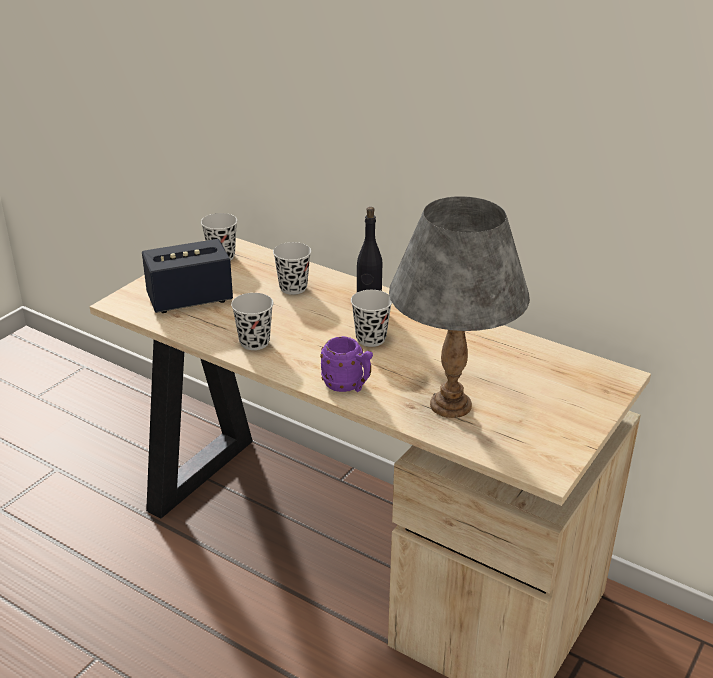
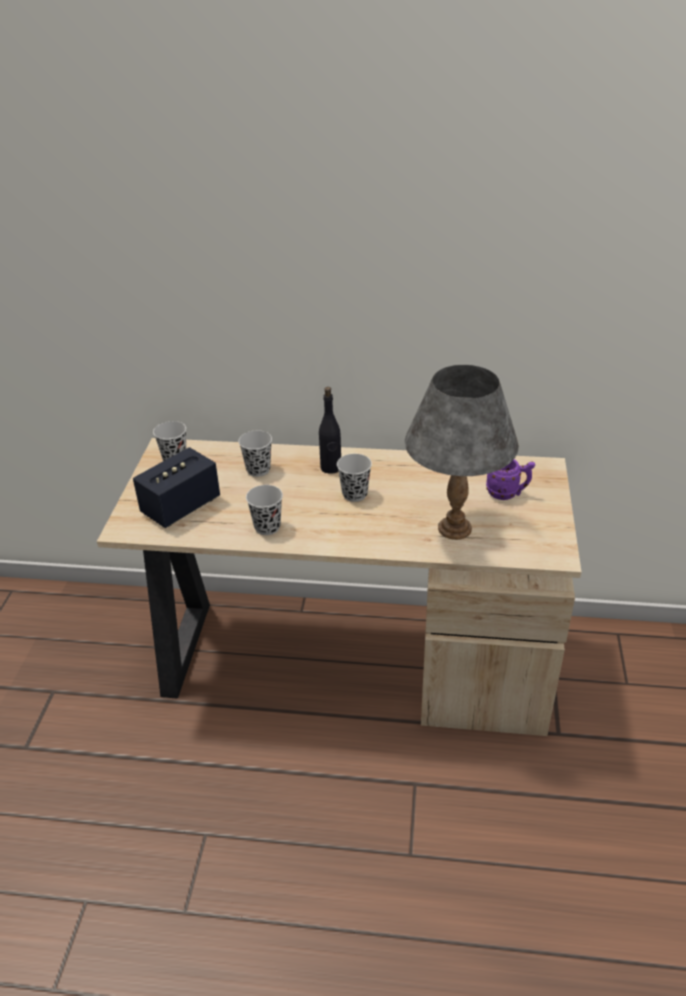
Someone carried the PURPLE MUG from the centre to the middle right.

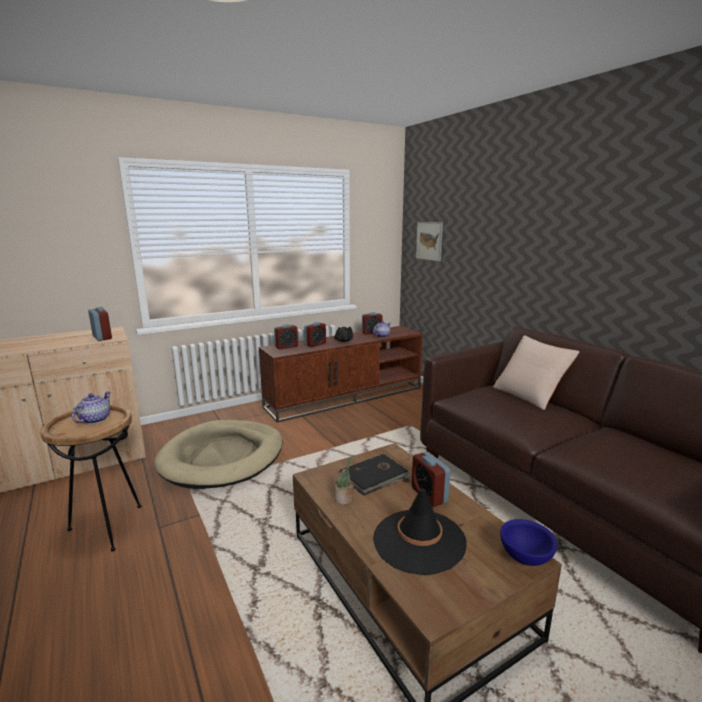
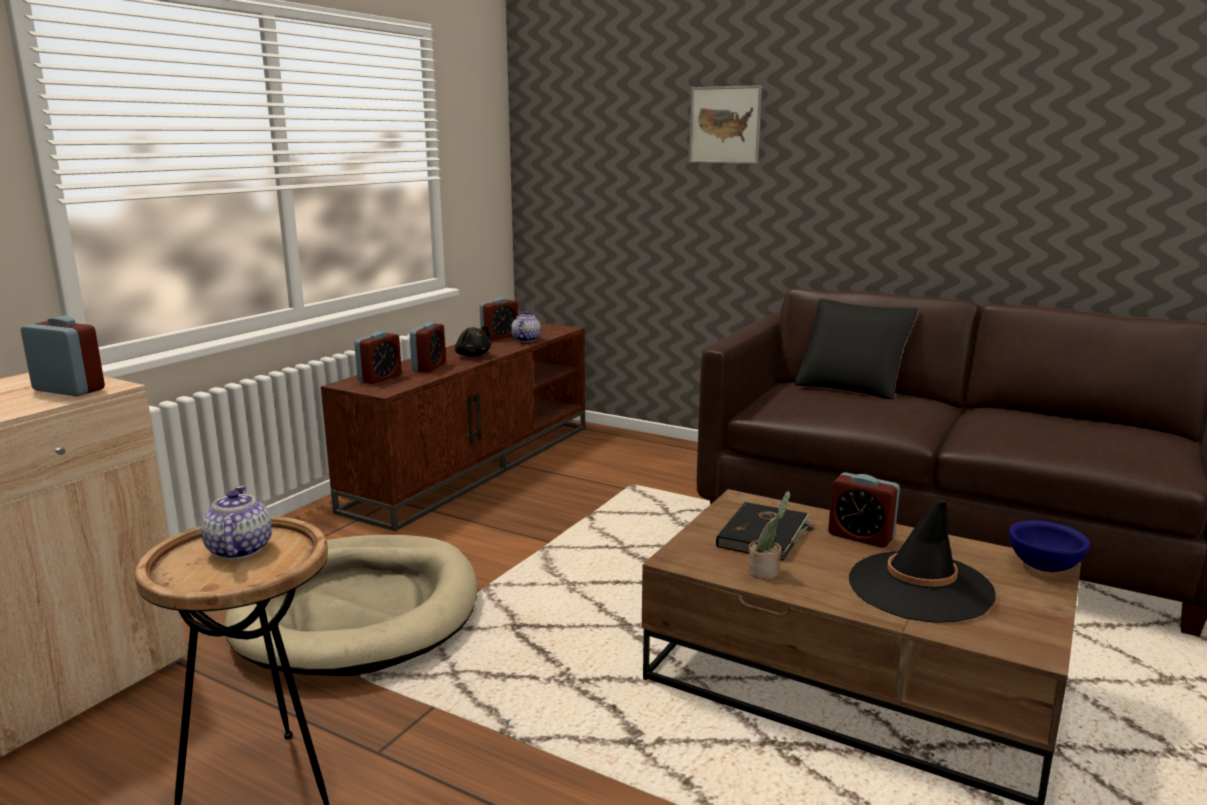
Someone carried the PICTURE from the centre to the top centre.
Someone repainted the BEIGE PILLOW at the middle right, which became the BLACK PILLOW at the middle right.

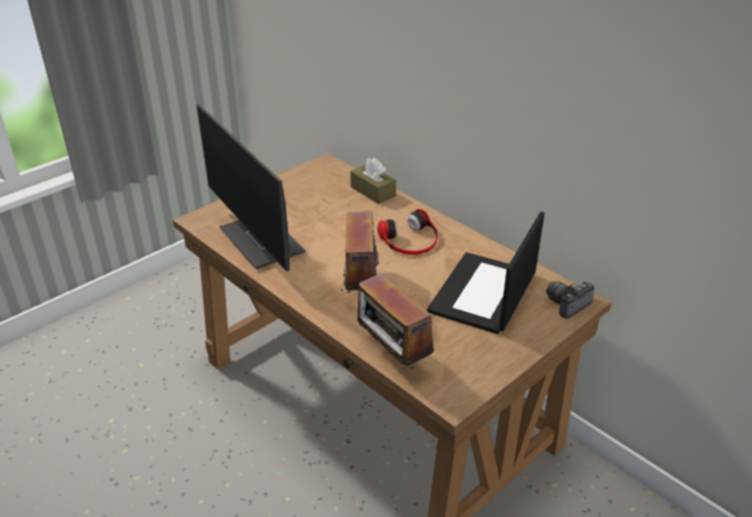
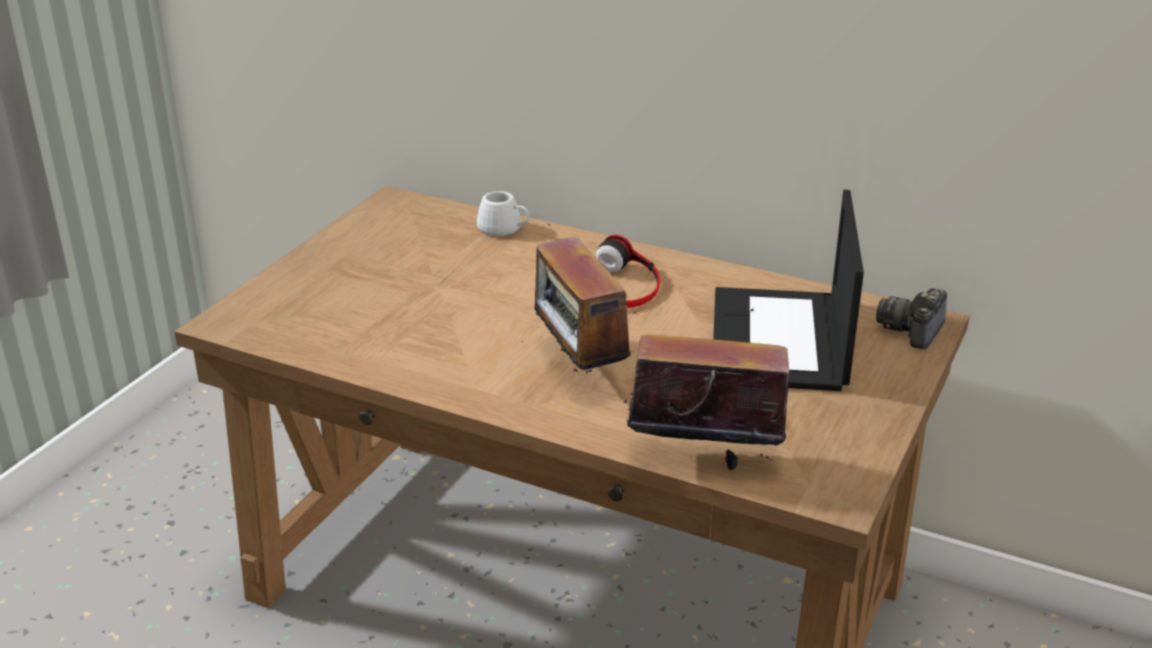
Someone swapped the BROWN TISSUE BOX at the centre for the WHITE MUG at the top centre.
Someone rotated the RADIO (2nd from left) at the centre by 150 degrees clockwise.
Someone took away the MONITOR at the centre.

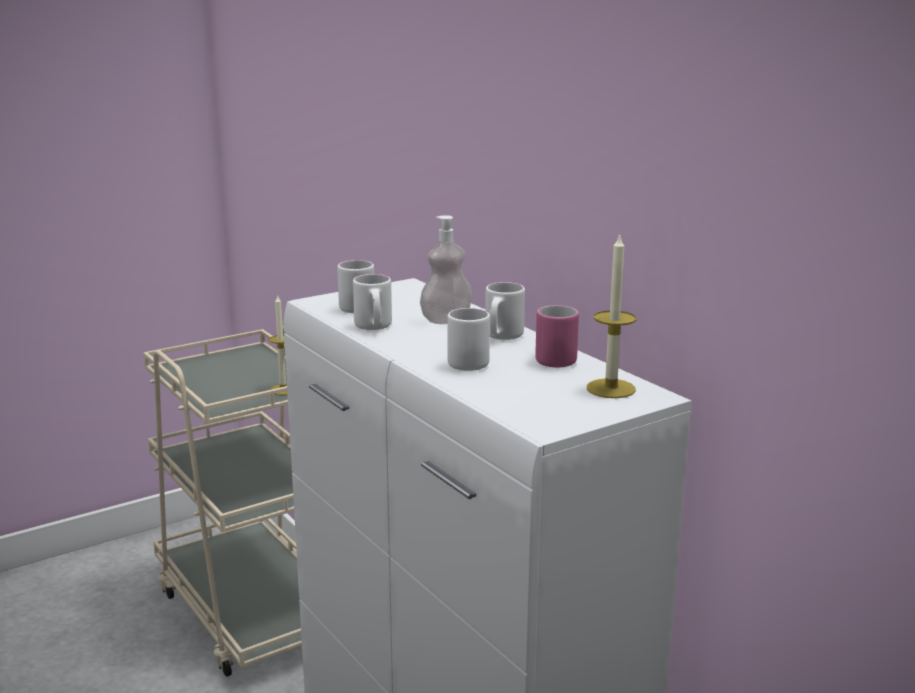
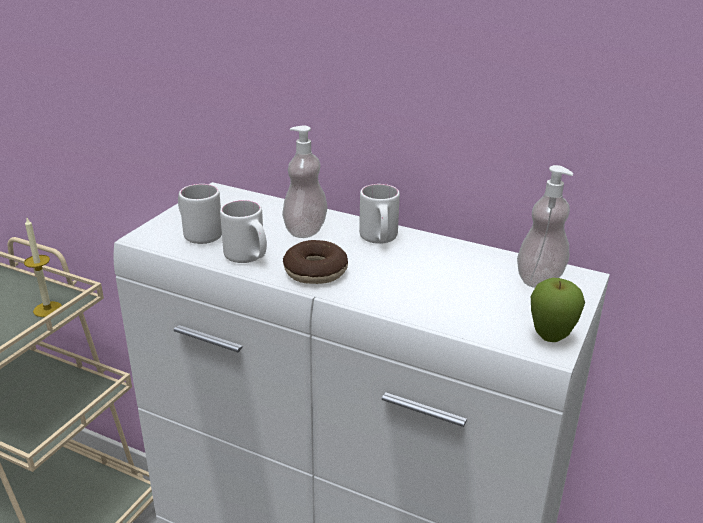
Someone put down the DONUT at the centre.
Someone swapped the CANDLE (2nd from left) at the middle right for the SOAP DISPENSER (2nd from left) at the middle right.
Someone put down the APPLE at the middle right.
Someone took away the WHITE MUG (3rd from left) at the centre.
Someone took away the PINK MUG at the centre.

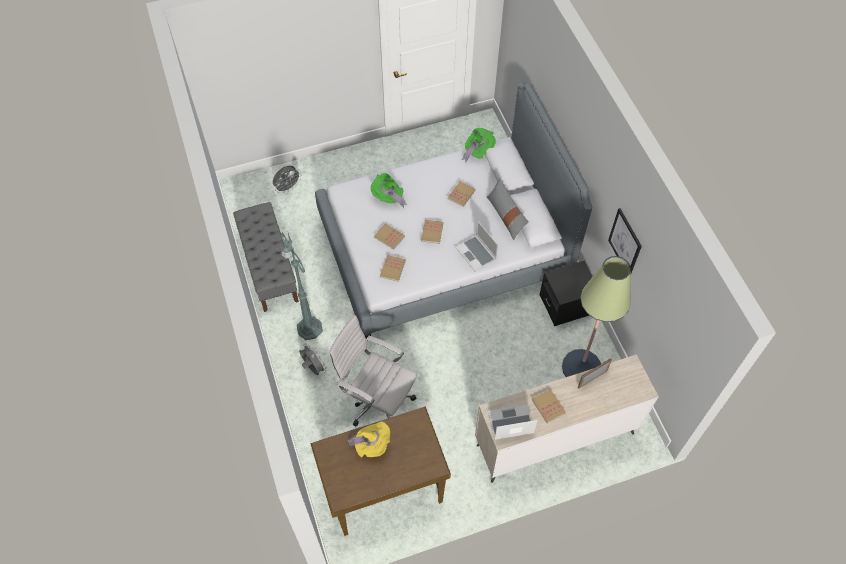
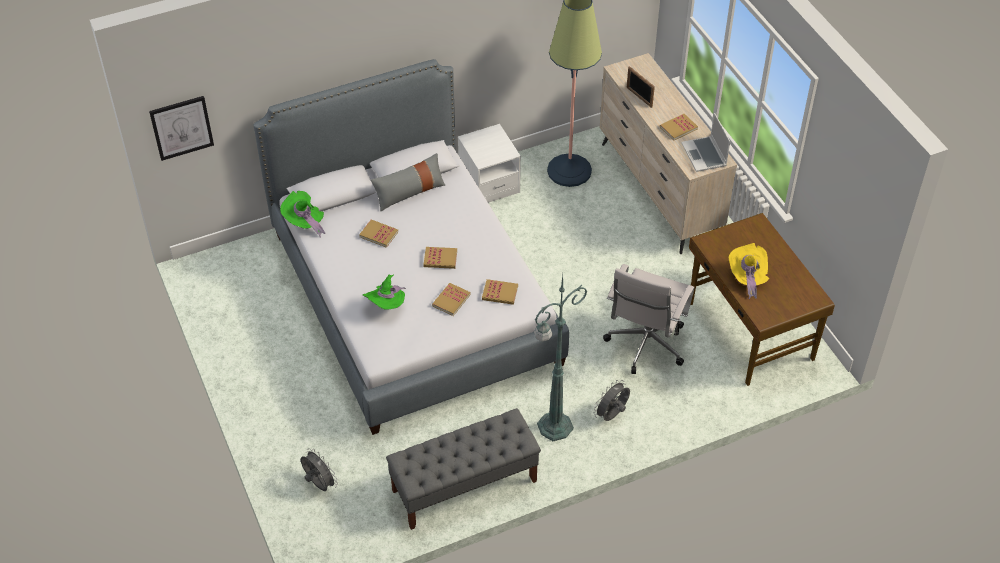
Someone carried the PICTURE from the middle right to the top left.
Someone repainted the BLACK NIGHTSTAND at the middle right, which became the WHITE NIGHTSTAND at the top centre.
Someone took away the LAPTOP (1st from left) at the centre.

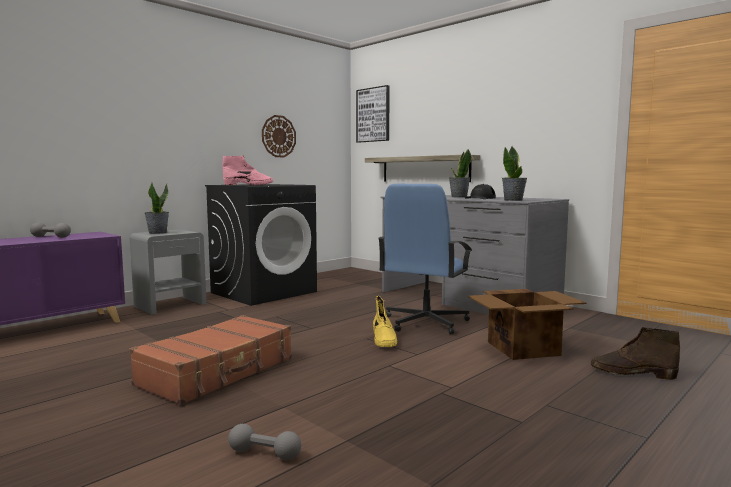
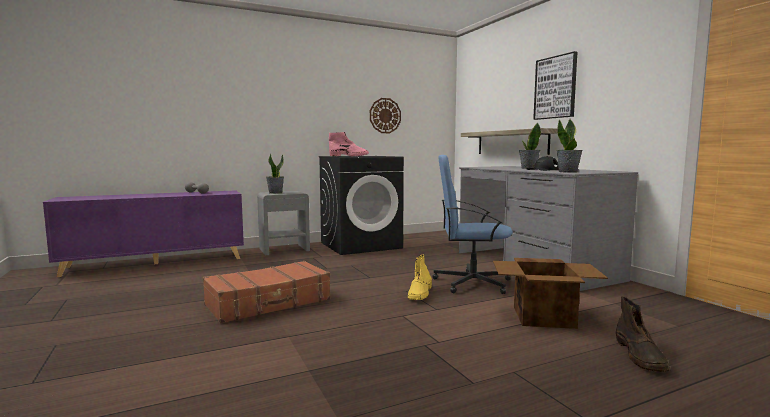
Someone rotated the BLUE OFFICE CHAIR at the centre by 45 degrees clockwise.
Someone carried the PICTURE from the top centre to the top right.
Someone rotated the BROWN BOOT at the bottom right by 120 degrees counterclockwise.
Someone took away the GREY DUMBBELL (2nd from left) at the bottom centre.

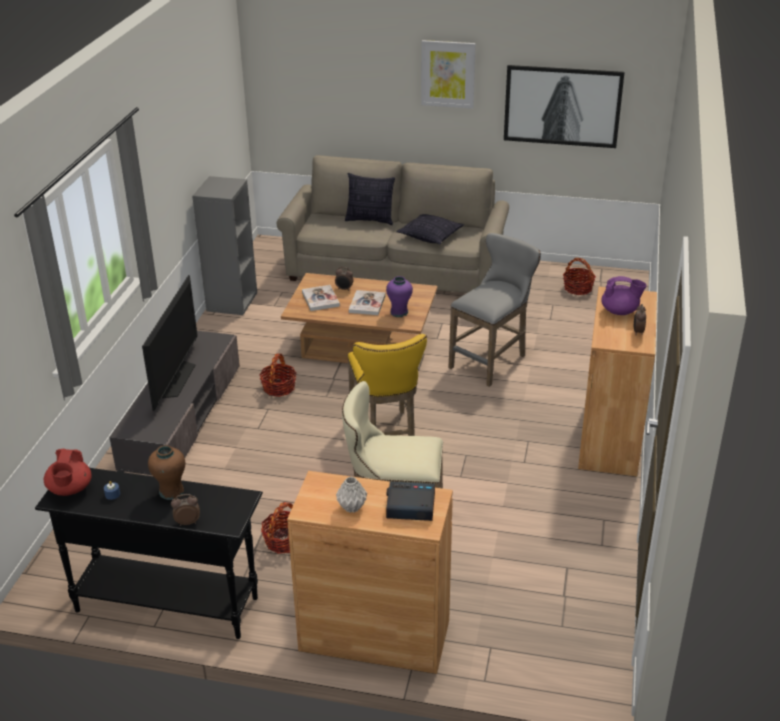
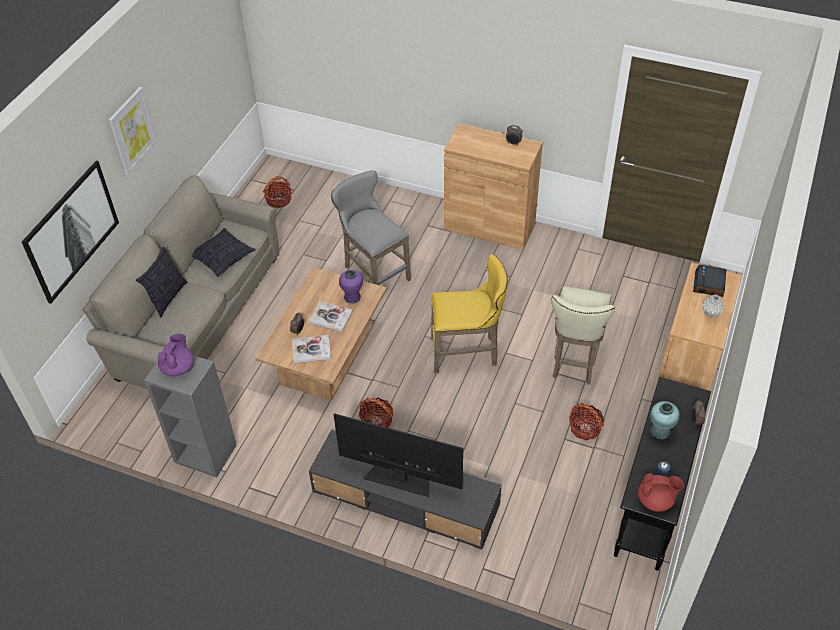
Someone carried the PICTURE (2nd from left in the first image) from the top right to the middle left.
Someone carried the PURPLE TEAPOT from the middle right to the middle left.
Someone repainted the BROWN VASE at the middle left, which became the TURQUOISE VASE at the bottom right.

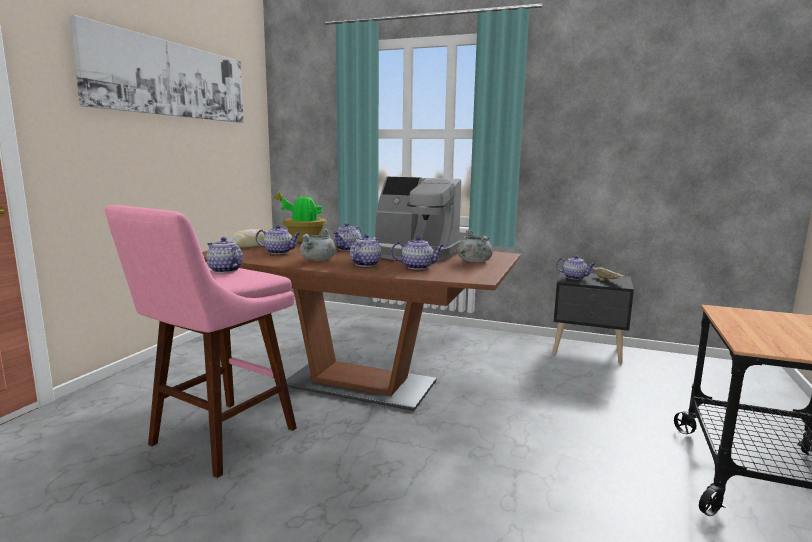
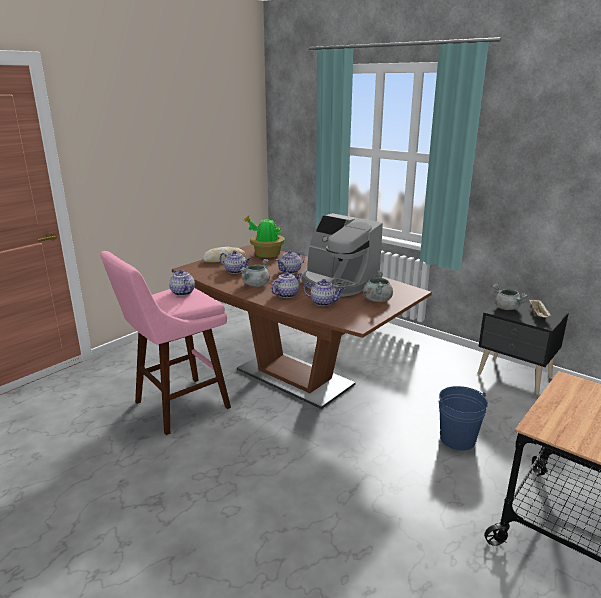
Someone put down the BLUE BUCKET at the bottom right.
Someone swapped the TEAPOT (6th from left) at the middle right for the GREY COOKING POT (3rd from left) at the middle right.
Someone took away the PICTURE at the top left.

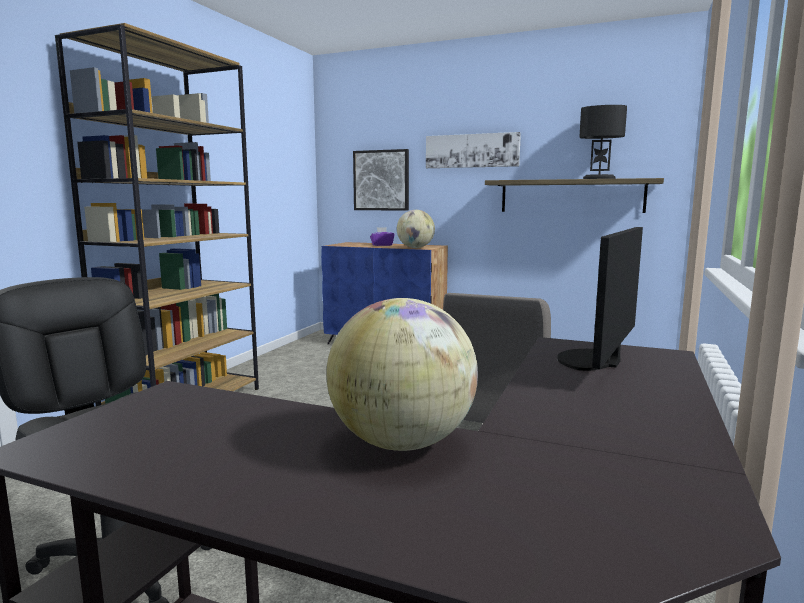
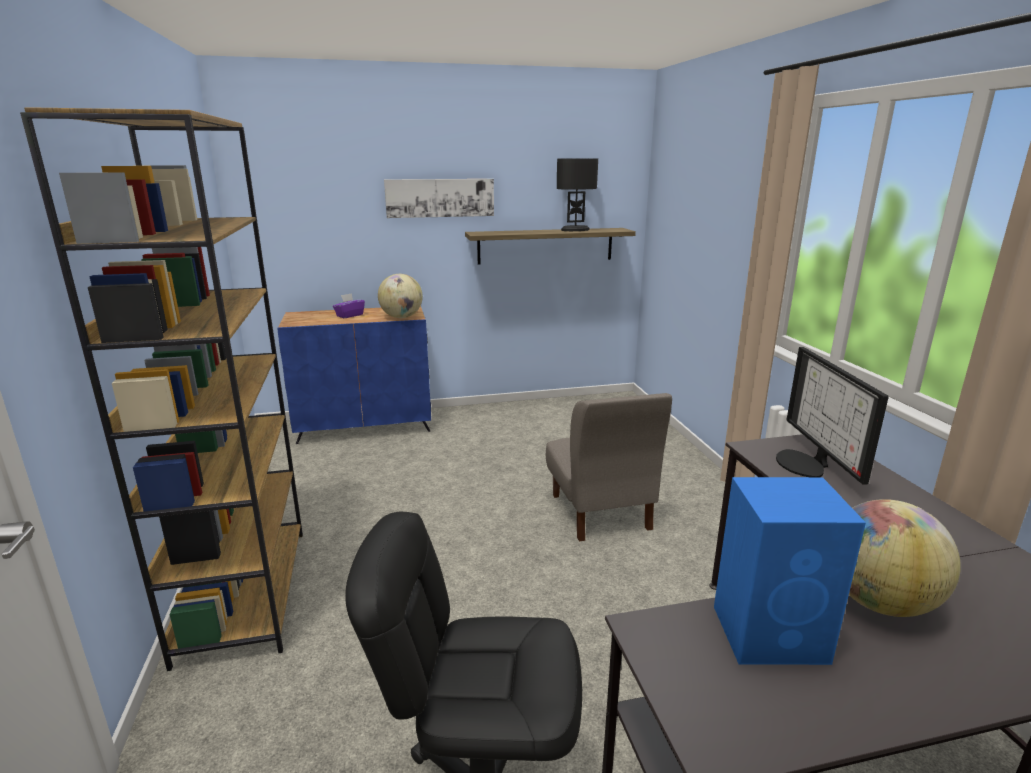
Someone put down the BLUE SPEAKER at the bottom right.
Someone took away the PICTURE (1st from left) at the top centre.

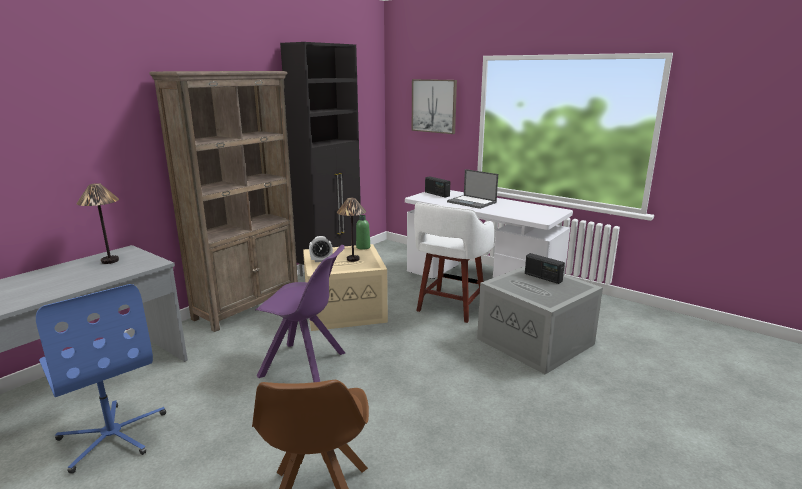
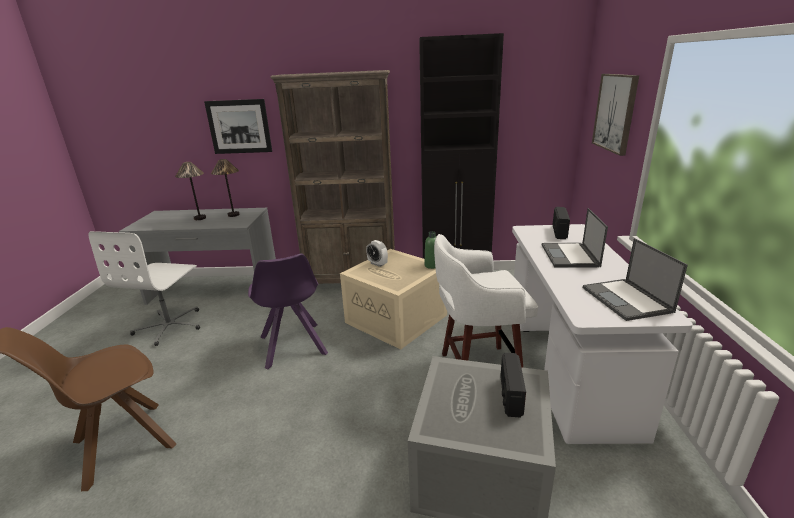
Someone repainted the BLUE OFFICE CHAIR at the bottom left, which became the WHITE OFFICE CHAIR at the middle left.
Someone carried the TABLE LAMP (2nd from left in the first image) from the centre to the middle left.
Someone put up the PICTURE (1st from left) at the top left.
Someone put down the LAPTOP (2nd from left) at the middle right.

